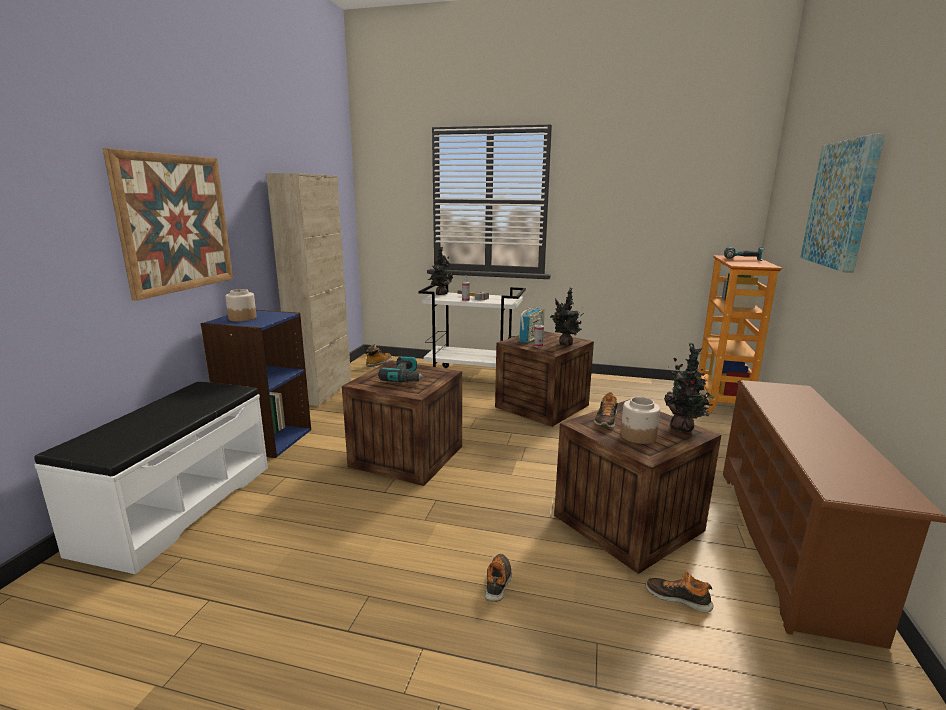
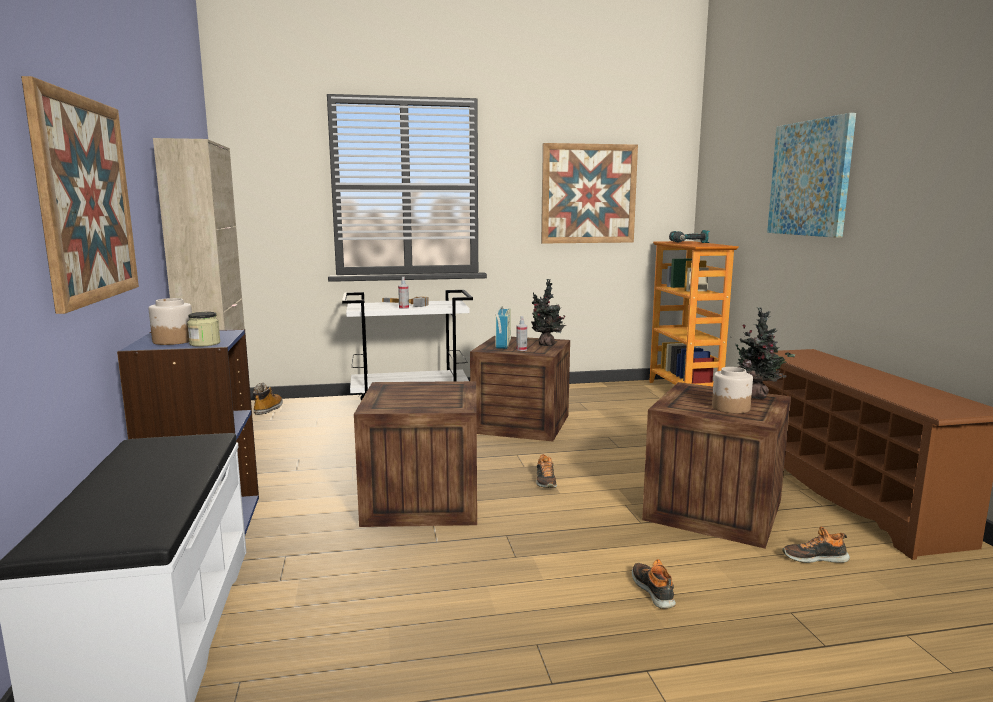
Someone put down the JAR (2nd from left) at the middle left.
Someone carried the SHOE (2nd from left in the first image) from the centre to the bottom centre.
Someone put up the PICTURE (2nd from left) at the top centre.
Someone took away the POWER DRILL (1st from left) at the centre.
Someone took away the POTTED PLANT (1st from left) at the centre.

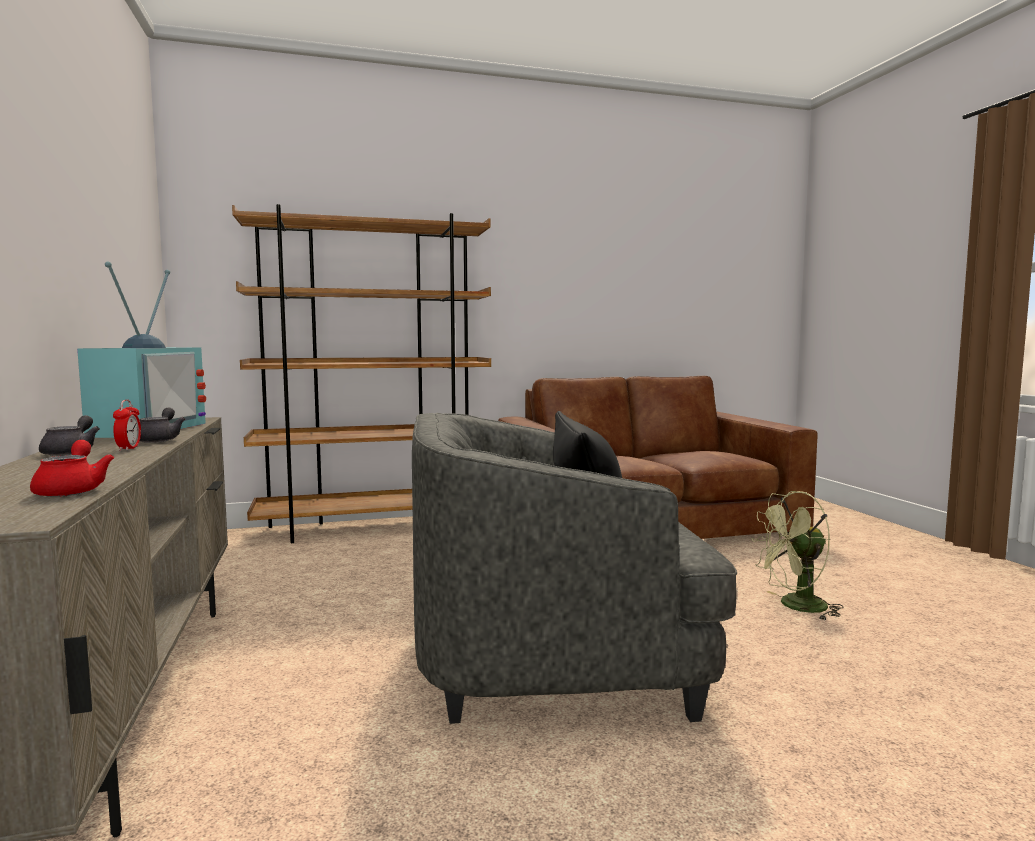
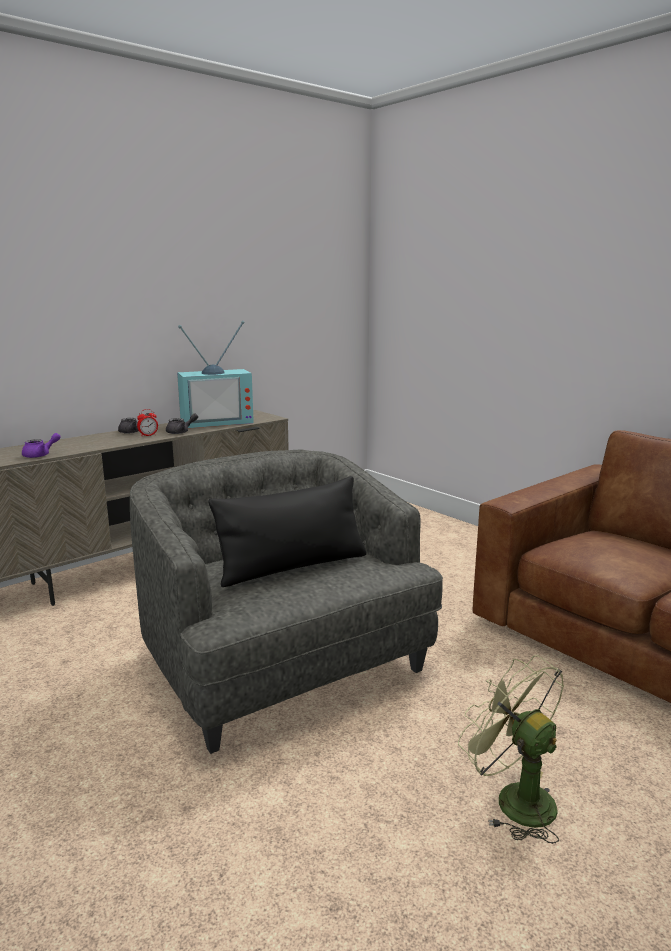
Someone repainted the RED TEAPOT at the middle left, which became the PURPLE TEAPOT at the middle left.
Someone took away the BROWN BOOKCASE at the centre.

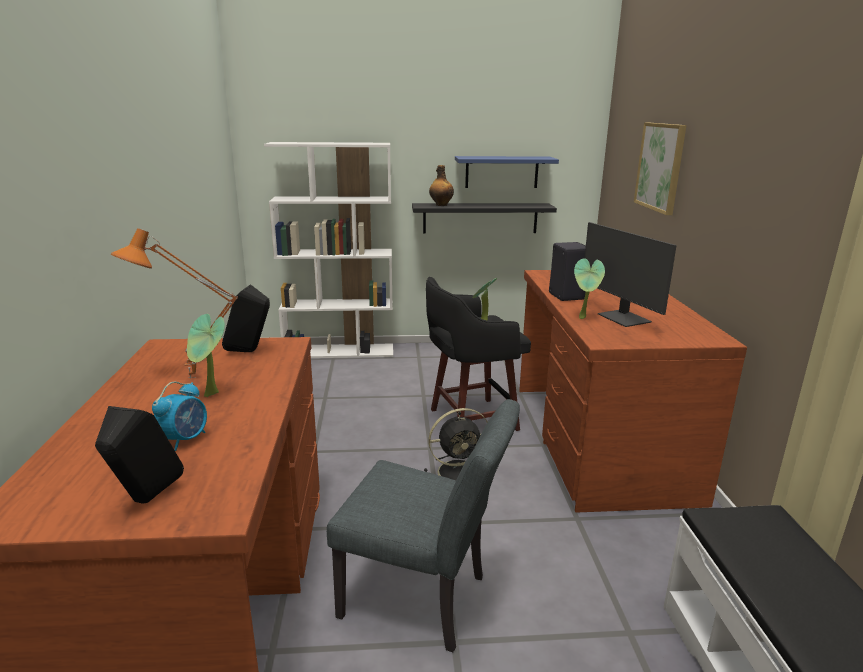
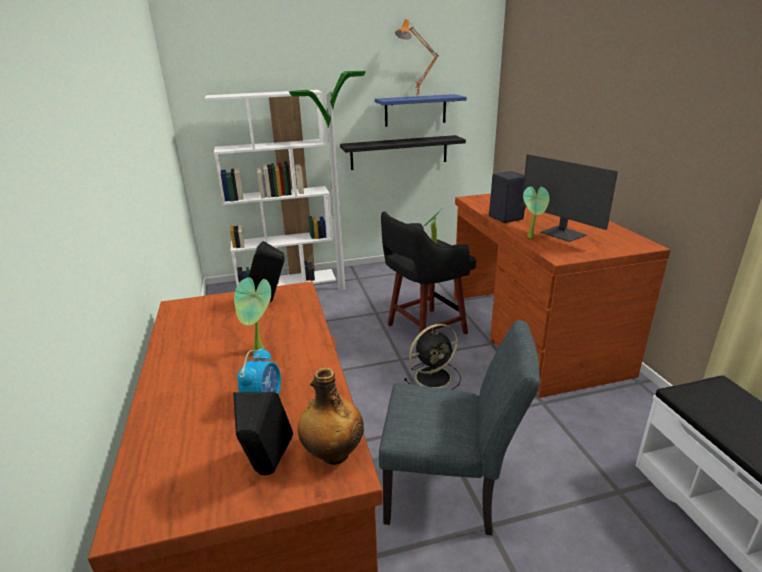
Someone put down the FLOOR LAMP at the top centre.
Someone carried the BOTTLE from the top centre to the bottom centre.
Someone carried the ORANGE TABLE LAMP from the middle left to the top centre.
Someone took away the PICTURE at the top right.

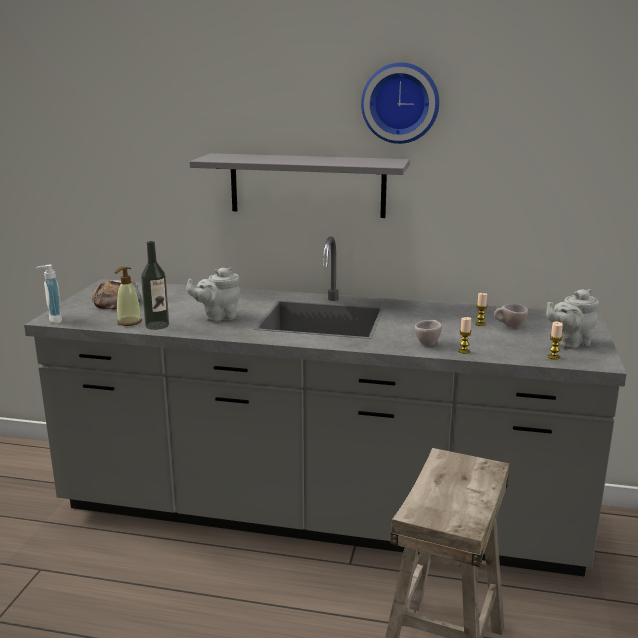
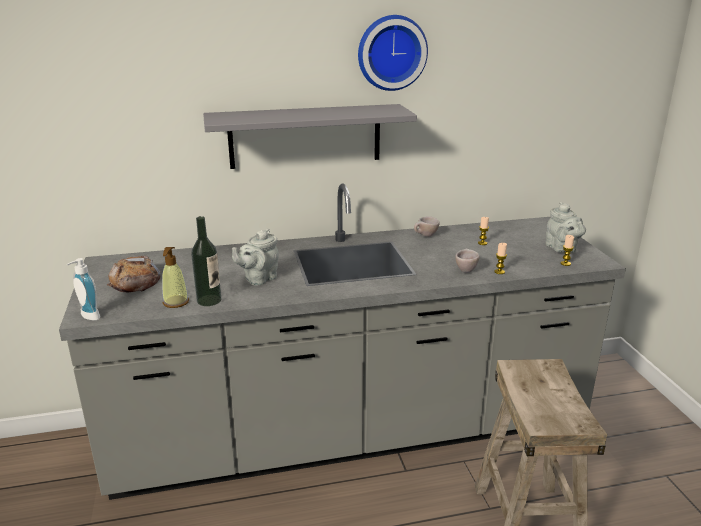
Someone carried the BEIGE CUP (2nd from left in the first image) from the middle right to the centre.
Someone rotated the GREY TEAPOT (2nd from left) at the middle right by 60 degrees counterclockwise.

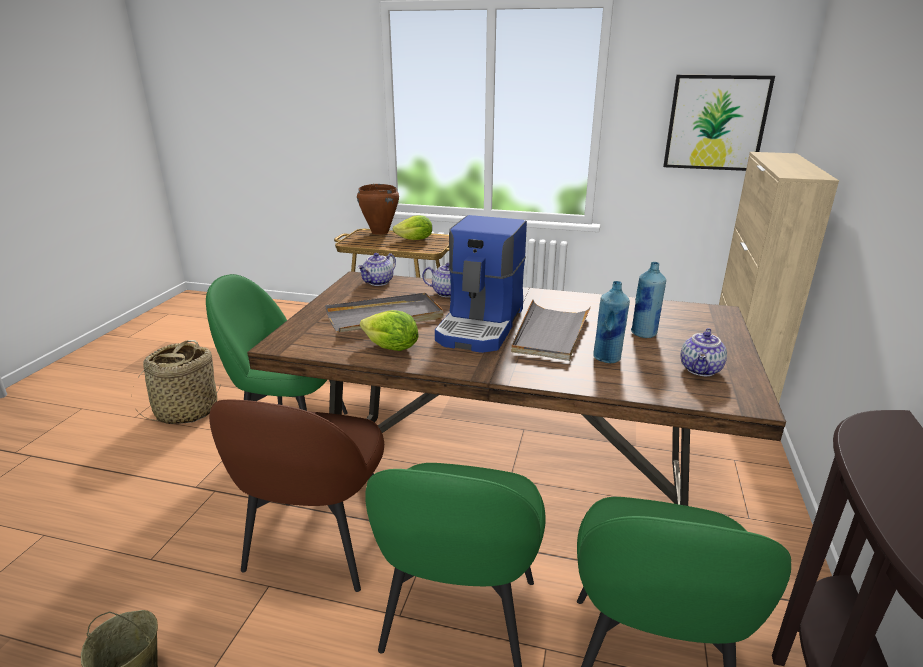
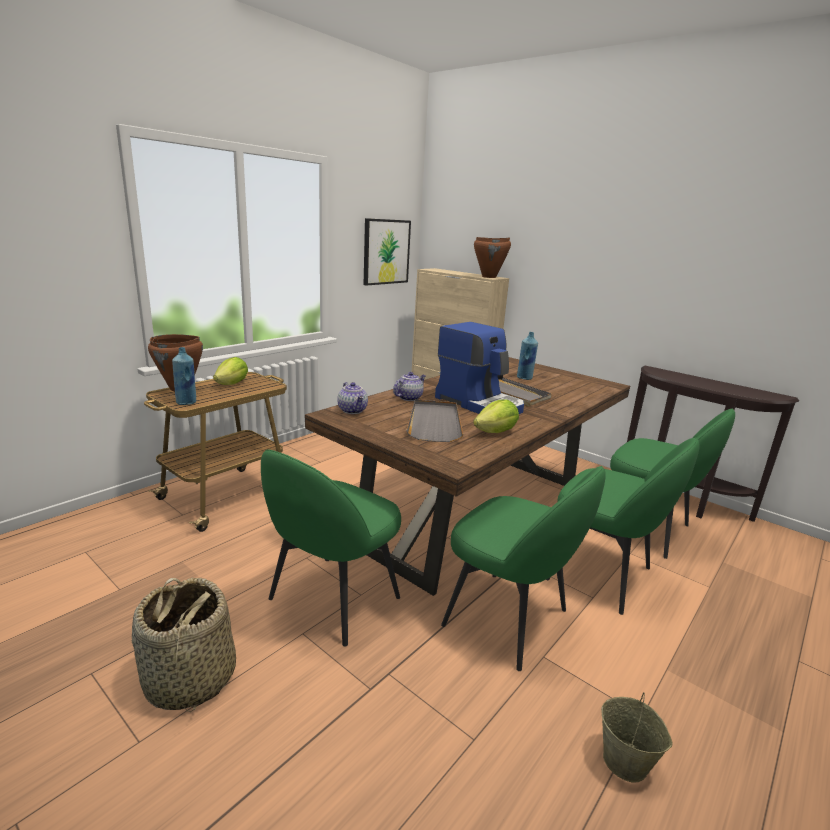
Someone carried the BLUE BOTTLE (1st from left) from the centre to the middle left.
Someone repainted the BROWN CHAIR at the bottom left, which became the GREEN CHAIR (2nd from left) at the bottom centre.
Someone put down the BROWN COOKING POT (2nd from left) at the top centre.
Someone took away the TEAPOT (3rd from left) at the middle right.

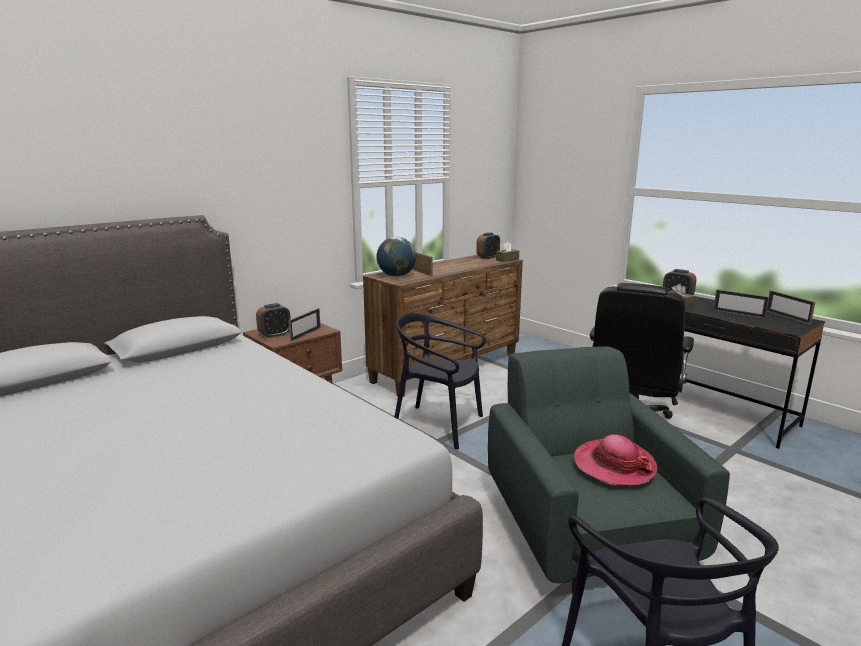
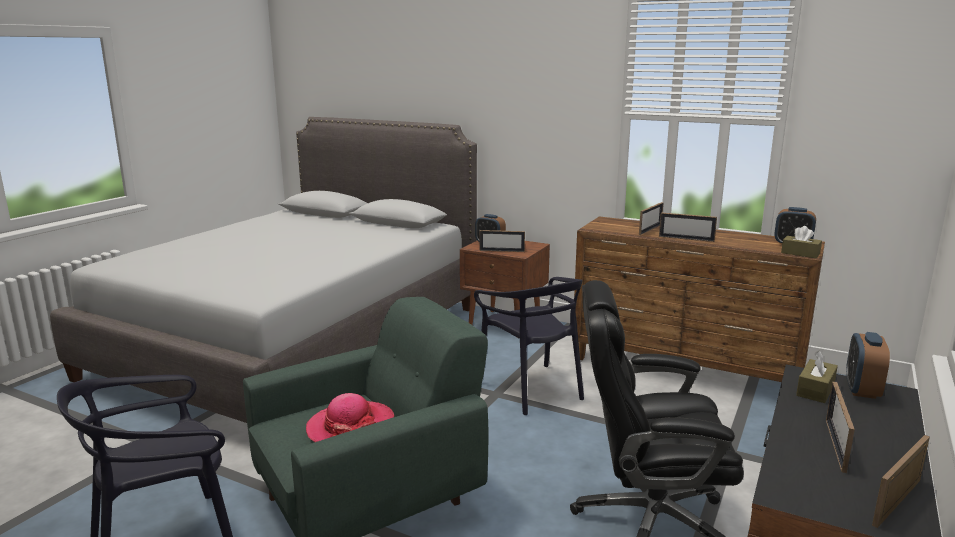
Someone rotated the BLACK CHAIR (1st from left in the first image) at the centre by 150 degrees clockwise.
Someone put down the PICTURE FRAME (3rd from left) at the middle right.
Someone took away the GLOBE at the centre.

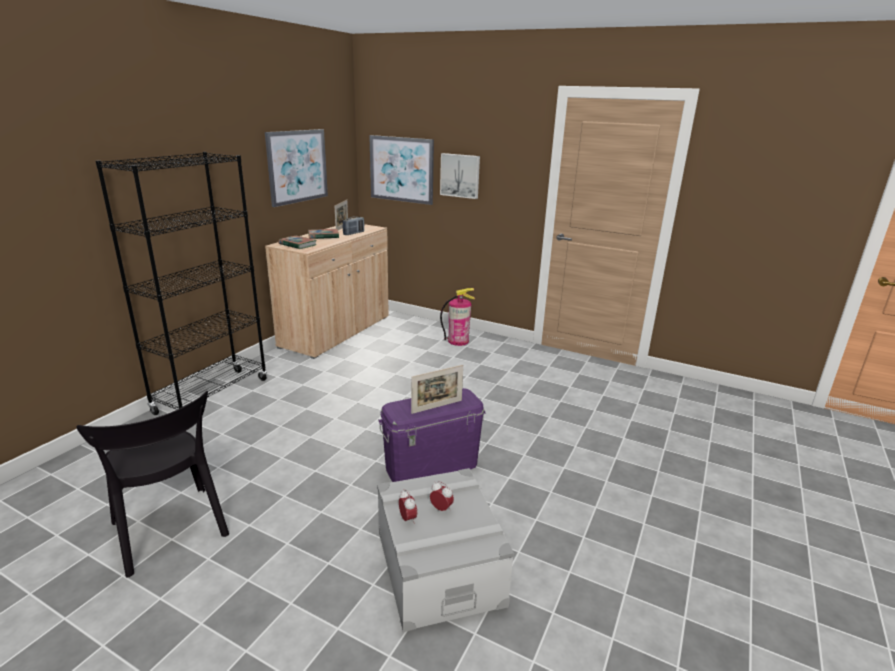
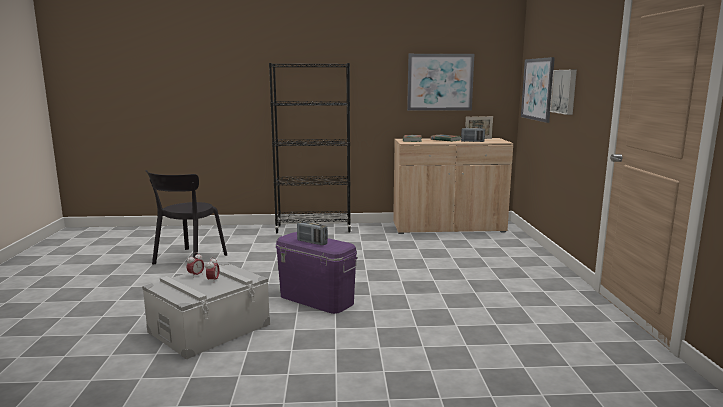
Someone swapped the PICTURE FRAME (2nd from left) at the centre for the RADIO (1st from left) at the centre.
Someone took away the FIRE EXTINGUISHER at the centre.

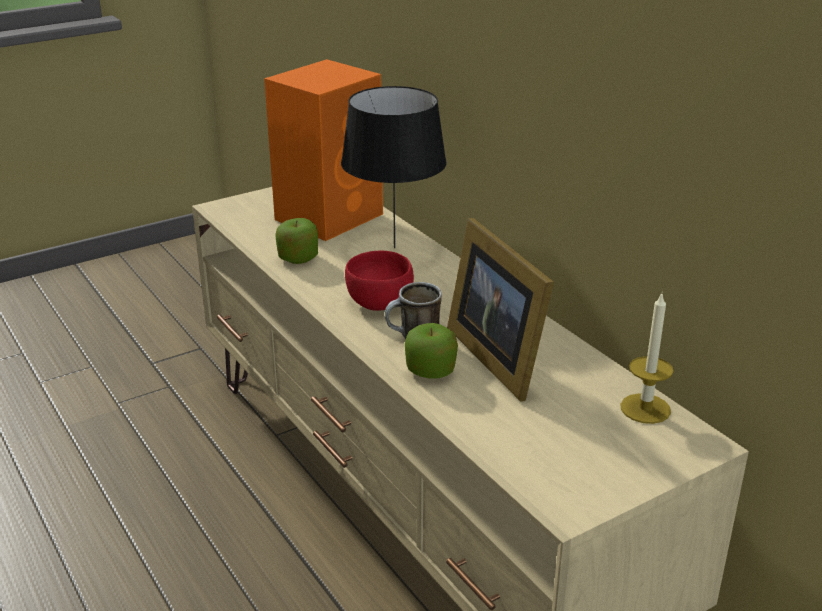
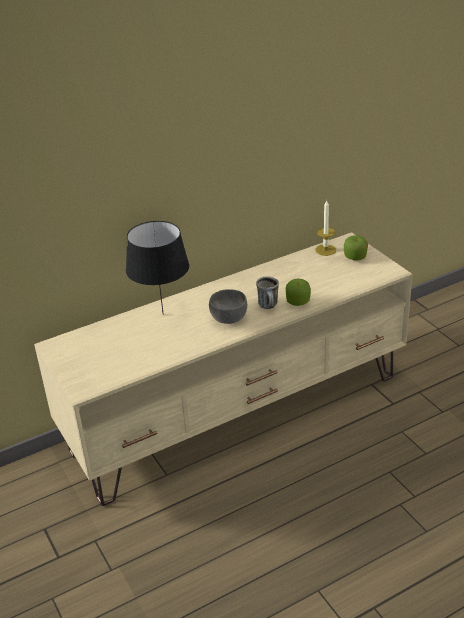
Someone repainted the RED BOWL at the centre, which became the GREY BOWL at the centre.
Someone carried the APPLE (1st from left in the first image) from the centre to the middle right.
Someone took away the ORANGE SPEAKER at the top centre.
Someone took away the PICTURE FRAME at the centre.

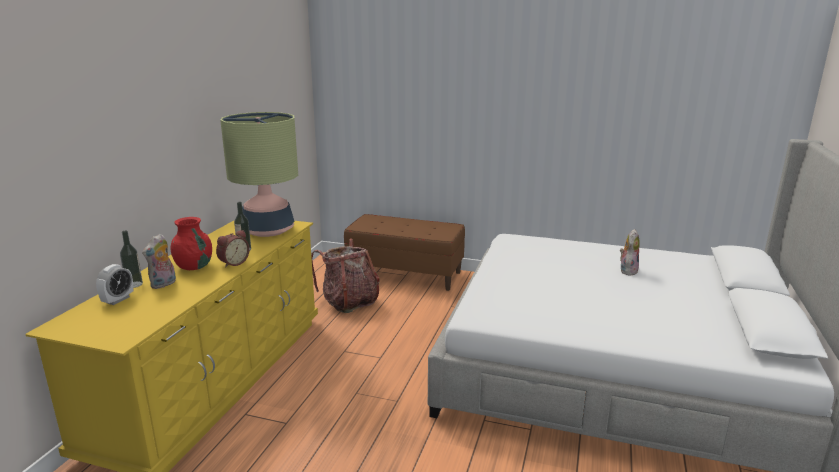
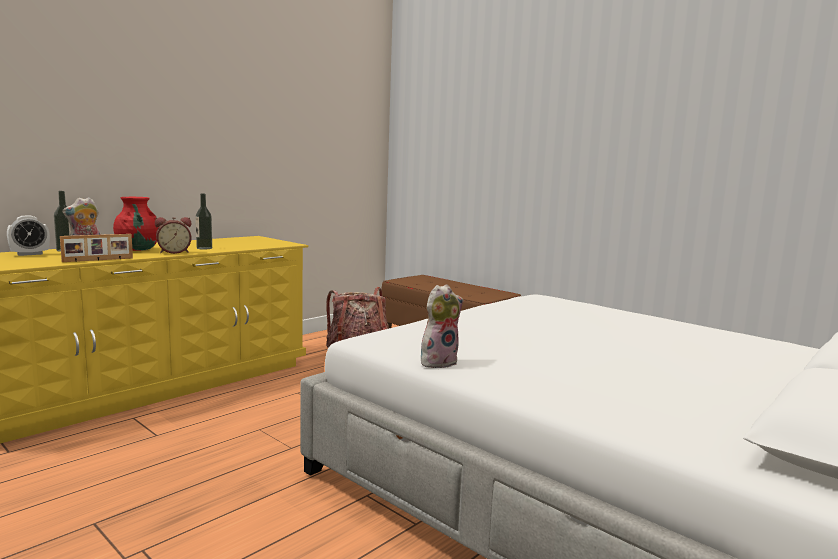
Someone put down the PICTURE FRAME at the middle left.
Someone carried the PLUSH TOY (2nd from left) from the middle right to the centre.
Someone took away the TABLE LAMP at the middle left.

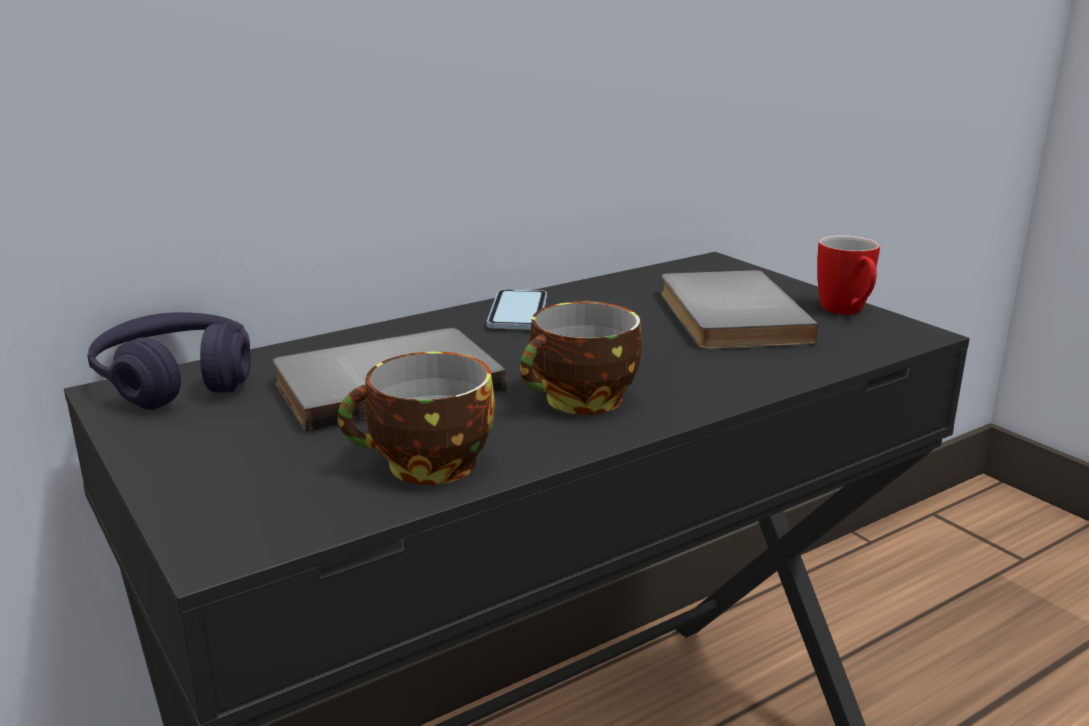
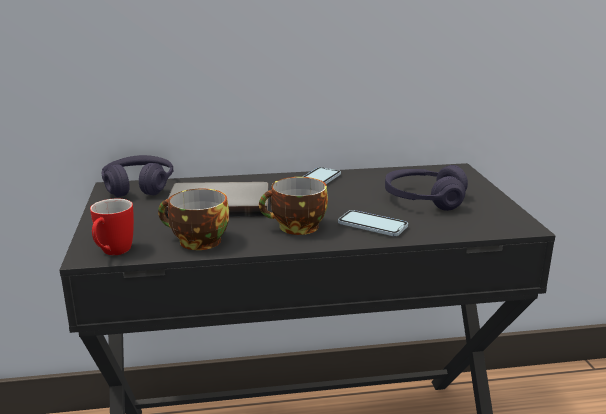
Someone carried the MUG from the middle right to the middle left.
Someone put down the PHONE (2nd from left) at the centre.
Someone swapped the GREY BOOK (2nd from left) at the middle right for the PURPLE HEADPHONES (2nd from left) at the middle right.

